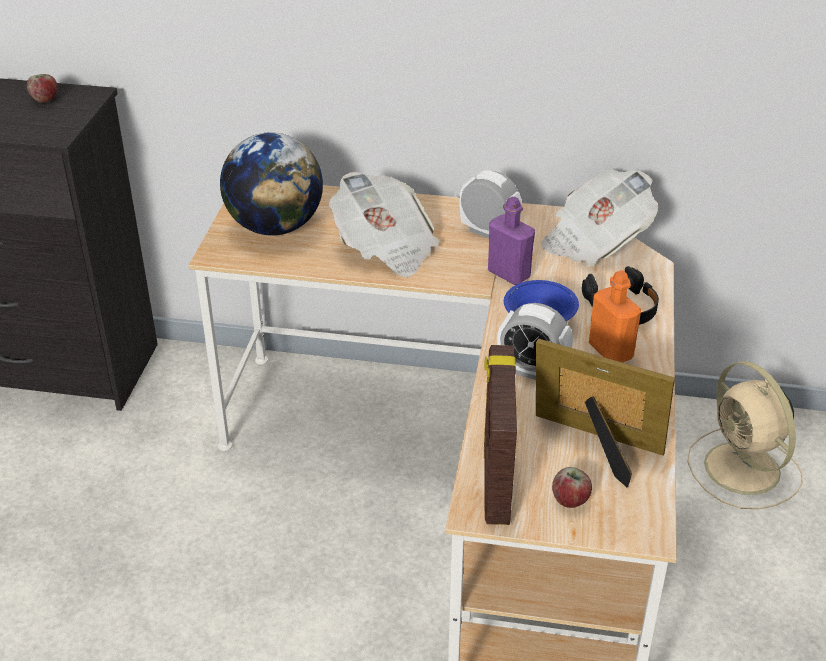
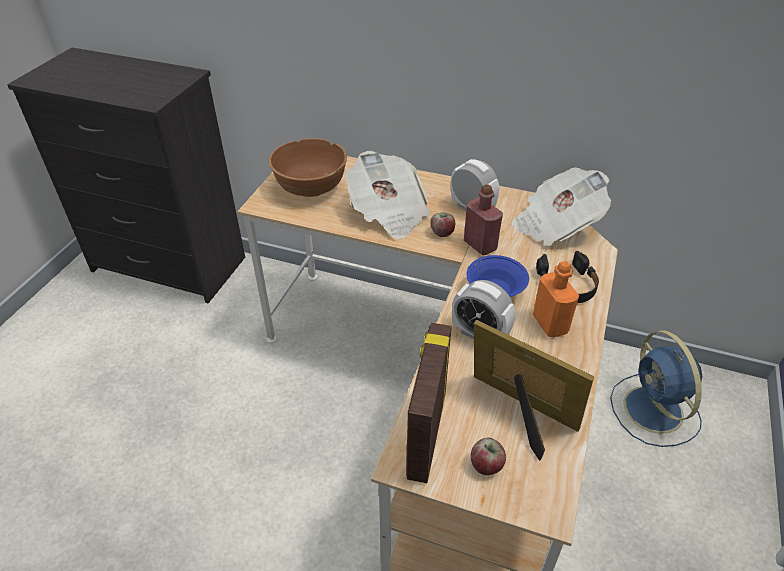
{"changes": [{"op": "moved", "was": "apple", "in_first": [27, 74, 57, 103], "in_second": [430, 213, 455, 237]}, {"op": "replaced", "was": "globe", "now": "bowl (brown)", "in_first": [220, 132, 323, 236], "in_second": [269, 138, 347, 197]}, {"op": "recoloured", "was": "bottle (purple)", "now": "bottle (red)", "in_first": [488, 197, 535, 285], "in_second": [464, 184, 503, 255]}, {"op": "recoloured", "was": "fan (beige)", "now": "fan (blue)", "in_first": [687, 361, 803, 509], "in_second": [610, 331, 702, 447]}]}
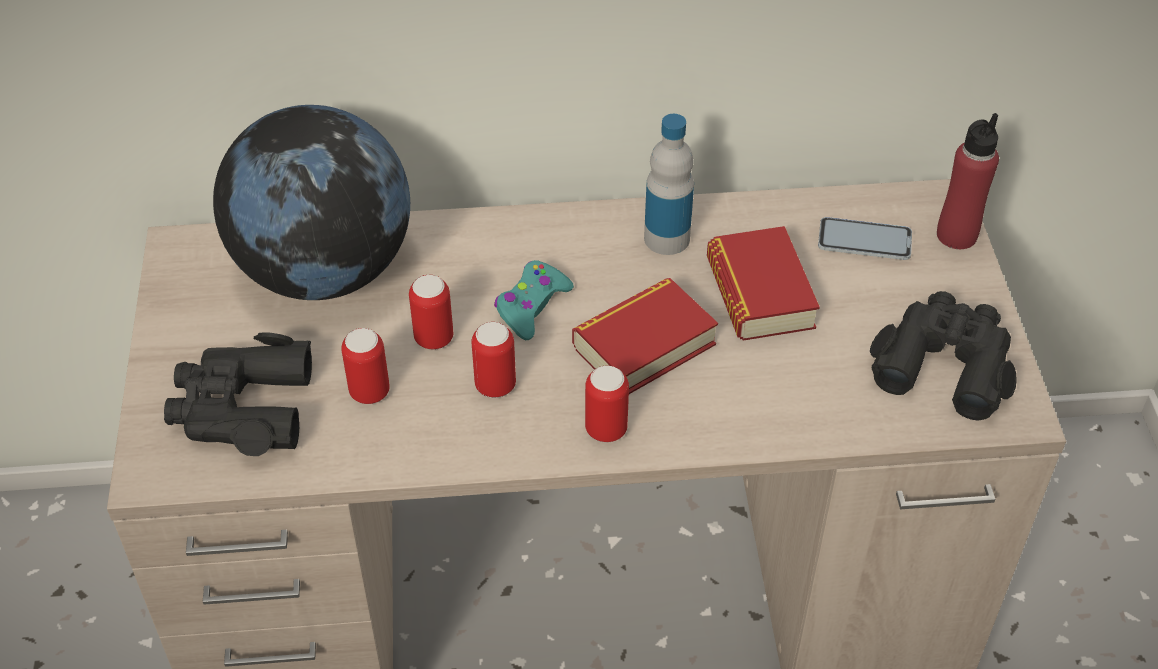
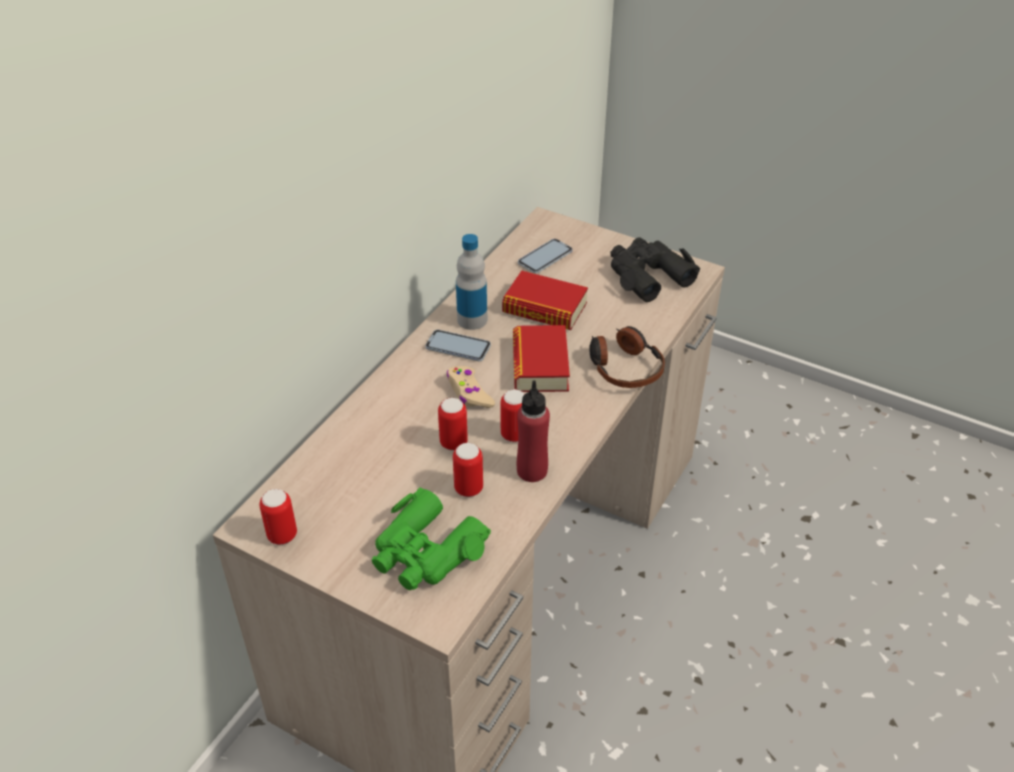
{"changes": [{"op": "removed", "was": "globe", "in_first": [213, 105, 410, 300]}, {"op": "added", "now": "phone", "in_second": [425, 330, 491, 361]}, {"op": "added", "now": "headphones", "in_second": [589, 326, 665, 388]}, {"op": "moved", "was": "can", "in_first": [585, 366, 629, 442], "in_second": [259, 489, 297, 545]}, {"op": "moved", "was": "bottle (red)", "in_first": [937, 113, 999, 249], "in_second": [517, 381, 550, 482]}, {"op": "recoloured", "was": "binoculars (black)", "now": "binoculars (green)", "in_first": [164, 332, 312, 456], "in_second": [372, 488, 491, 590]}, {"op": "recoloured", "was": "game controller (turquoise)", "now": "game controller (beige)", "in_first": [494, 260, 574, 340], "in_second": [447, 366, 495, 408]}]}
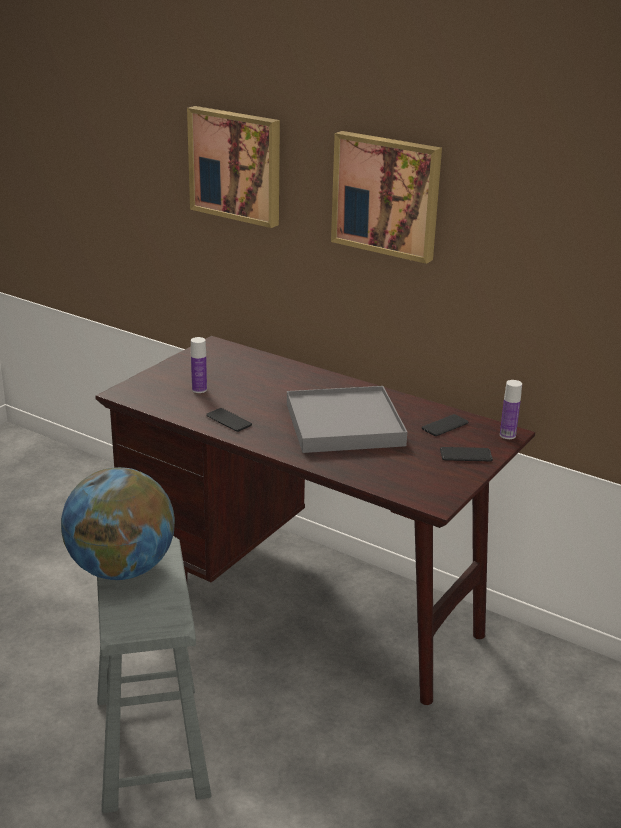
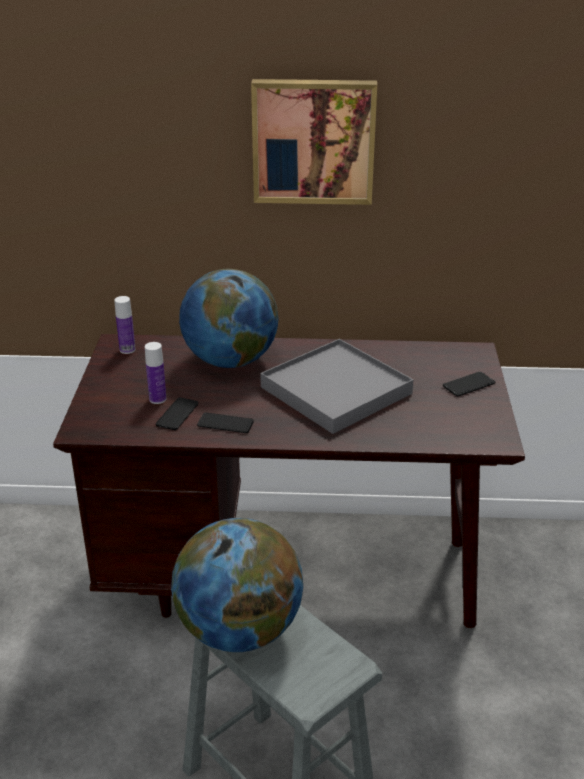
{"changes": [{"op": "removed", "was": "picture", "in_first": [187, 106, 280, 228]}, {"op": "added", "now": "globe", "in_second": [179, 269, 279, 368]}, {"op": "moved", "was": "phone", "in_first": [422, 414, 468, 436], "in_second": [156, 397, 198, 430]}, {"op": "moved", "was": "bottle", "in_first": [500, 380, 522, 439], "in_second": [114, 296, 136, 354]}]}
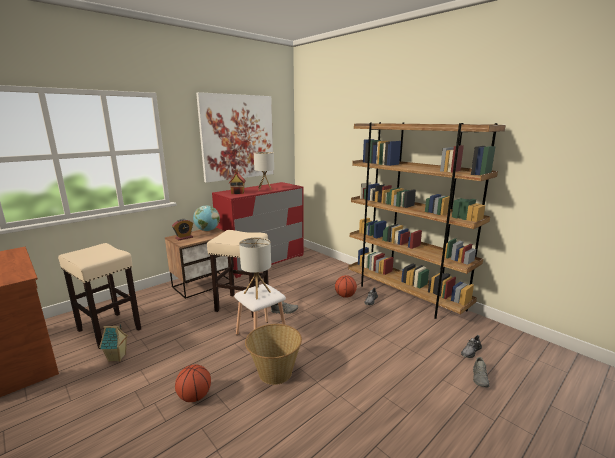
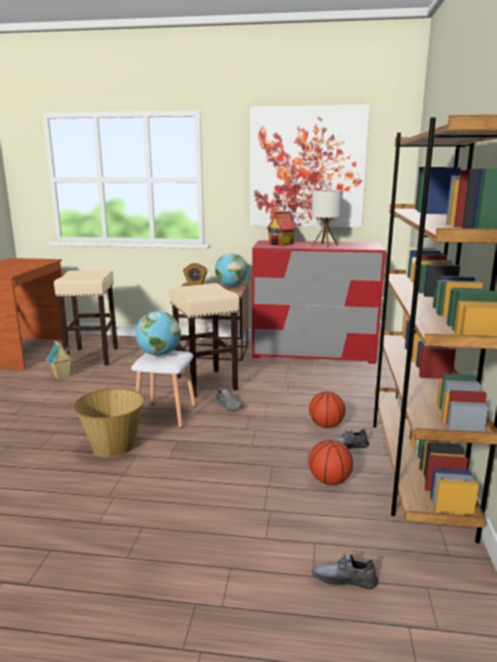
{"changes": [{"op": "removed", "was": "shoe (grey)", "in_first": [473, 357, 490, 387]}, {"op": "moved", "was": "basketball", "in_first": [175, 364, 211, 402], "in_second": [309, 439, 353, 485]}, {"op": "replaced", "was": "table lamp", "now": "globe", "in_first": [239, 237, 271, 299], "in_second": [135, 311, 181, 356]}]}
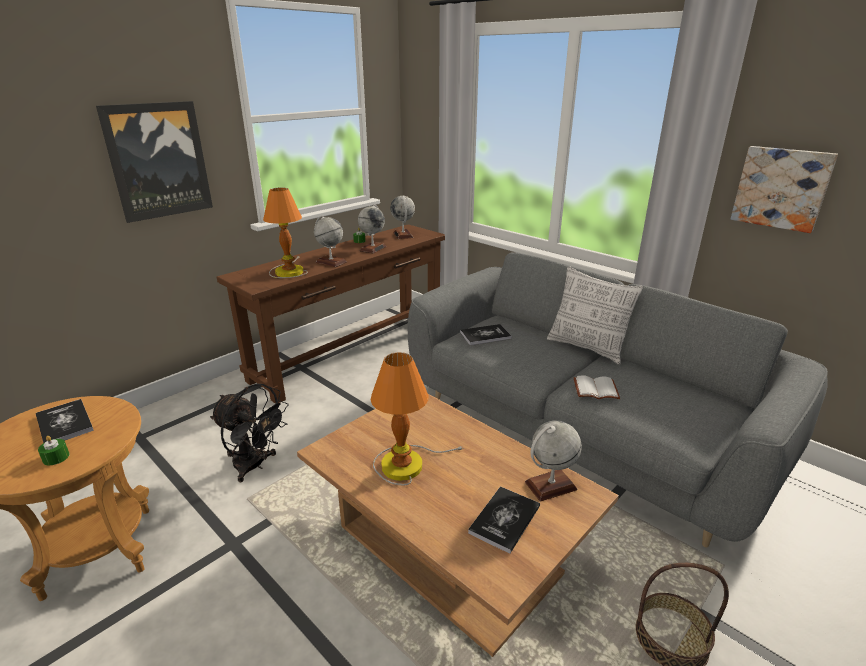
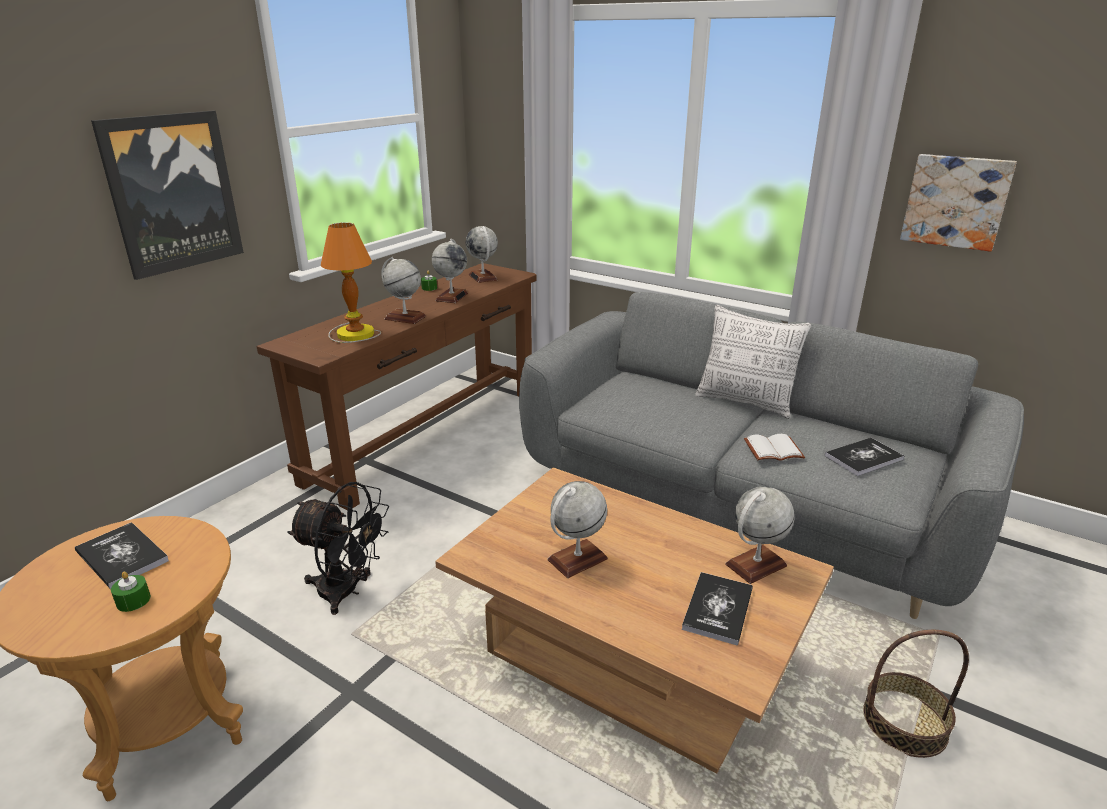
{"changes": [{"op": "moved", "was": "book", "in_first": [460, 324, 512, 345], "in_second": [825, 438, 904, 476]}, {"op": "replaced", "was": "table lamp", "now": "globe", "in_first": [370, 352, 464, 486], "in_second": [547, 481, 608, 578]}]}
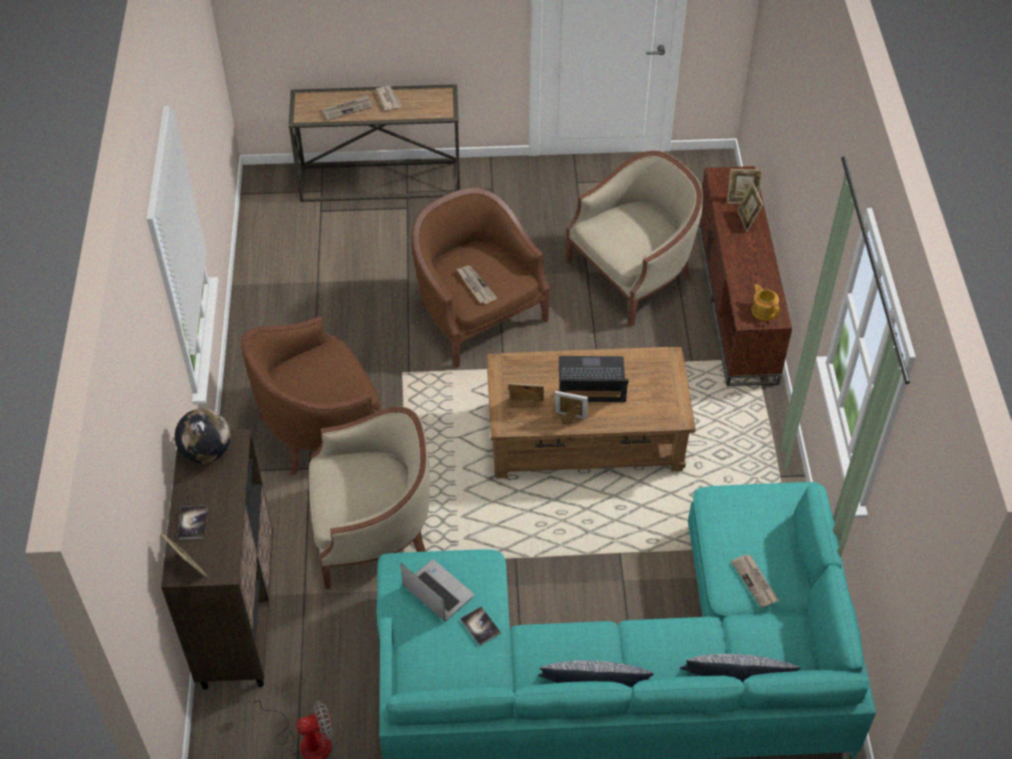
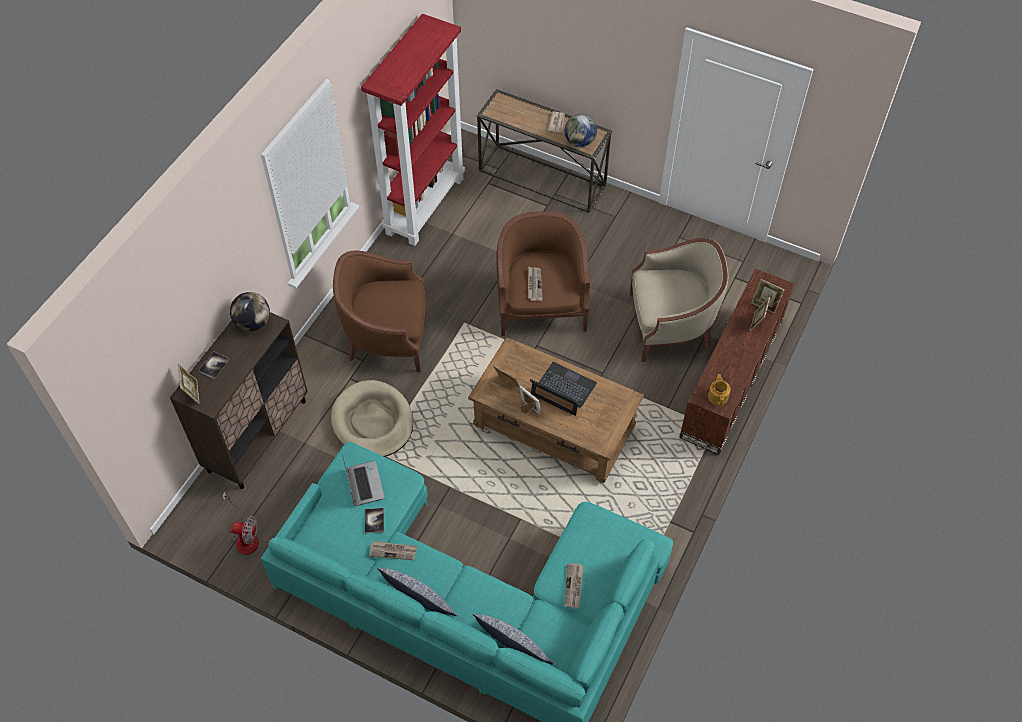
{"changes": [{"op": "added", "now": "bookcase (red)", "in_second": [361, 14, 465, 246]}, {"op": "added", "now": "globe", "in_second": [564, 114, 597, 147]}, {"op": "moved", "was": "newspaper", "in_first": [323, 95, 372, 120], "in_second": [369, 541, 417, 560]}, {"op": "replaced", "was": "armchair (beige)", "now": "dog bed (beige)", "in_first": [309, 407, 430, 589], "in_second": [331, 380, 413, 457]}]}
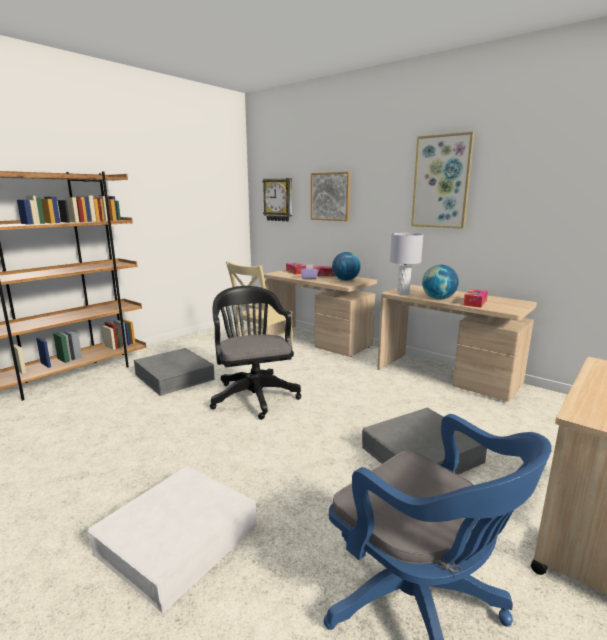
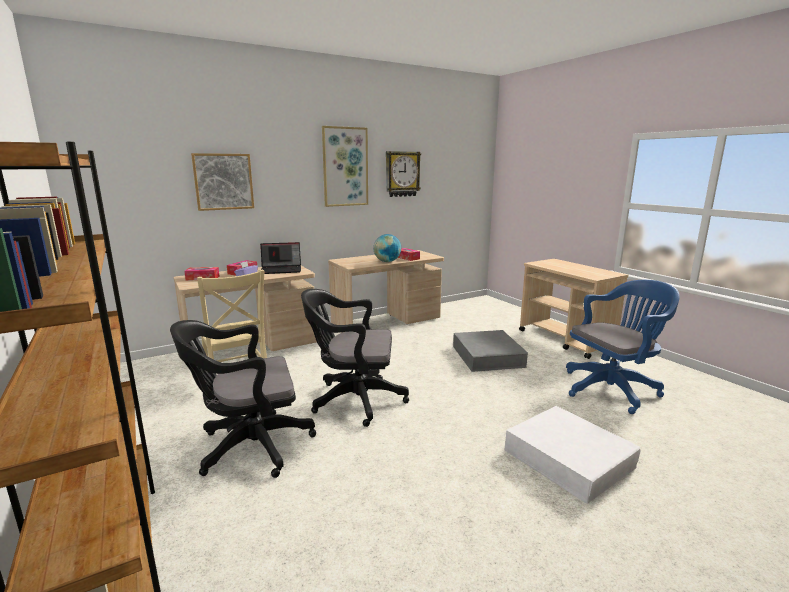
{"changes": [{"op": "removed", "was": "table lamp (grey)", "in_first": [390, 233, 423, 295]}, {"op": "moved", "was": "wall clock", "in_first": [262, 178, 292, 222], "in_second": [386, 151, 421, 197]}, {"op": "replaced", "was": "storage box (grey)", "now": "office chair (black)", "in_first": [134, 348, 215, 396], "in_second": [170, 320, 316, 478]}, {"op": "replaced", "was": "globe", "now": "laptop", "in_first": [332, 252, 361, 281], "in_second": [260, 242, 301, 274]}]}
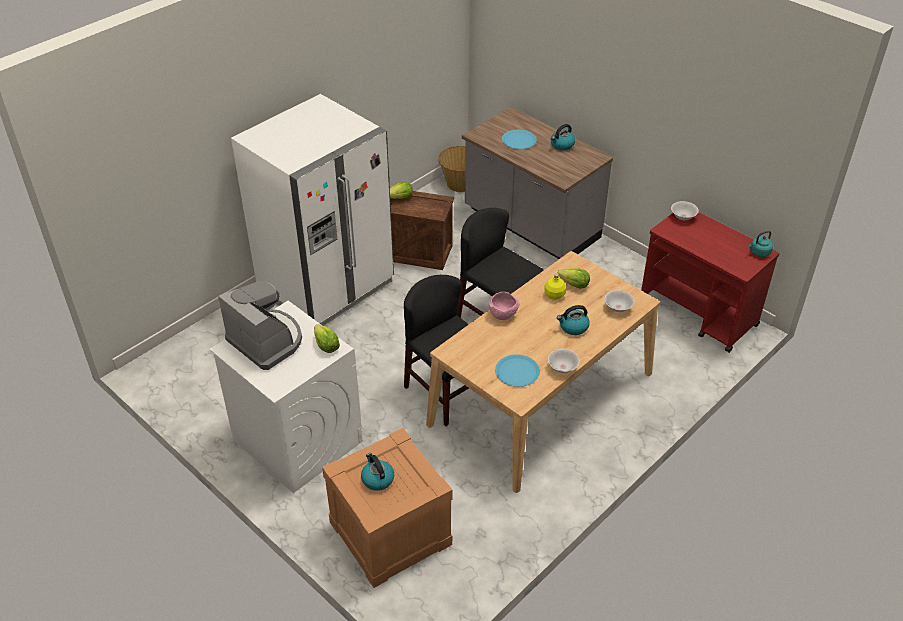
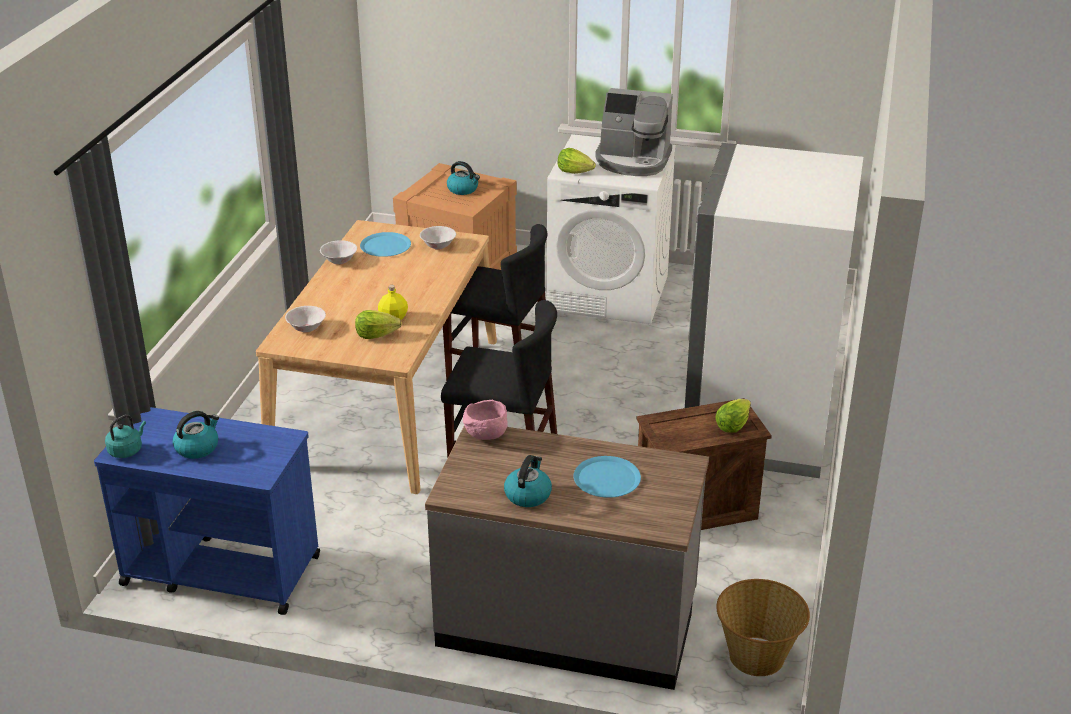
{"changes": [{"op": "moved", "was": "bowl (pink)", "in_first": [488, 292, 520, 320], "in_second": [463, 400, 508, 440]}, {"op": "moved", "was": "kettle", "in_first": [557, 305, 590, 335], "in_second": [173, 411, 219, 459]}, {"op": "moved", "was": "bowl (white)", "in_first": [671, 201, 699, 220], "in_second": [420, 226, 456, 250]}, {"op": "recoloured", "was": "cart (red)", "now": "cart (blue)", "in_first": [641, 212, 780, 353], "in_second": [94, 407, 320, 615]}]}
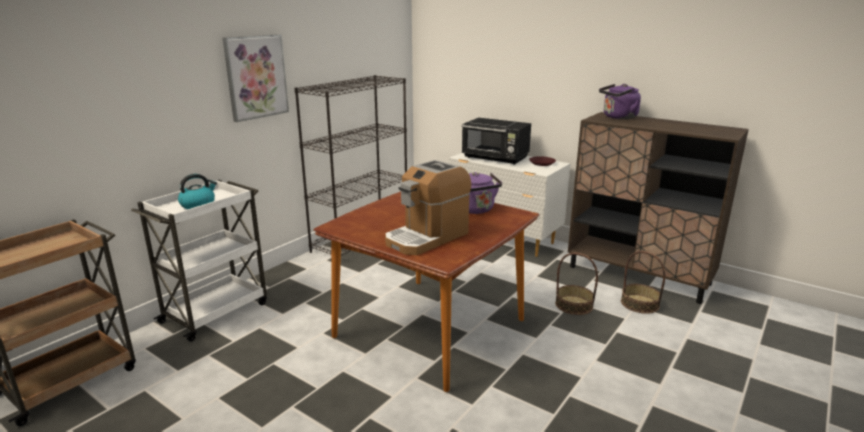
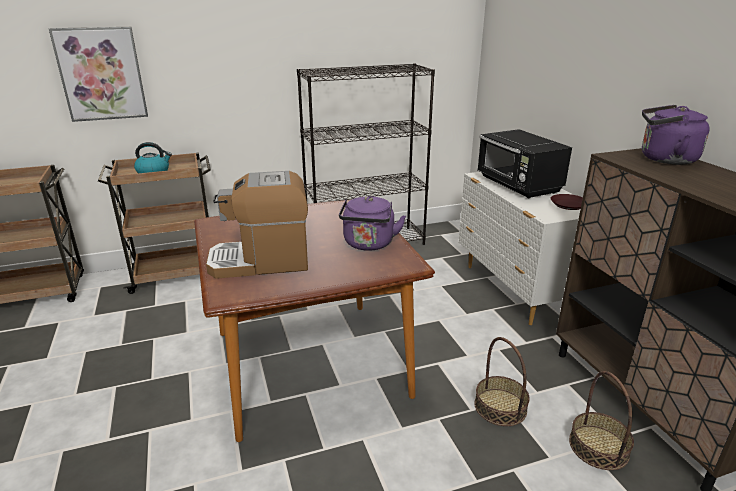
{"changes": [{"op": "moved", "was": "picture", "in_first": [223, 34, 289, 122], "in_second": [49, 27, 148, 122]}, {"op": "recoloured", "was": "cart (white)", "now": "cart (brown)", "in_first": [131, 180, 267, 342], "in_second": [98, 152, 211, 294]}]}
